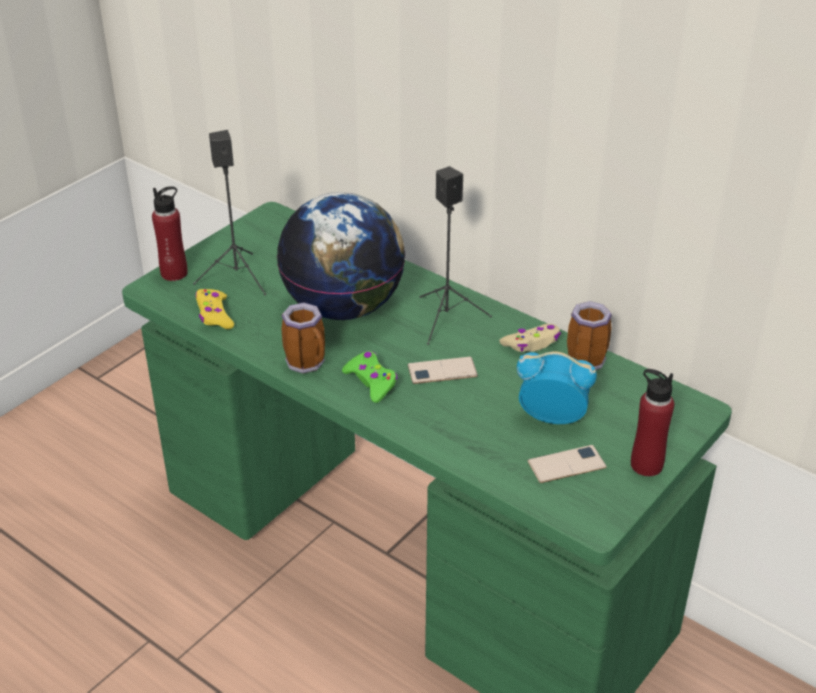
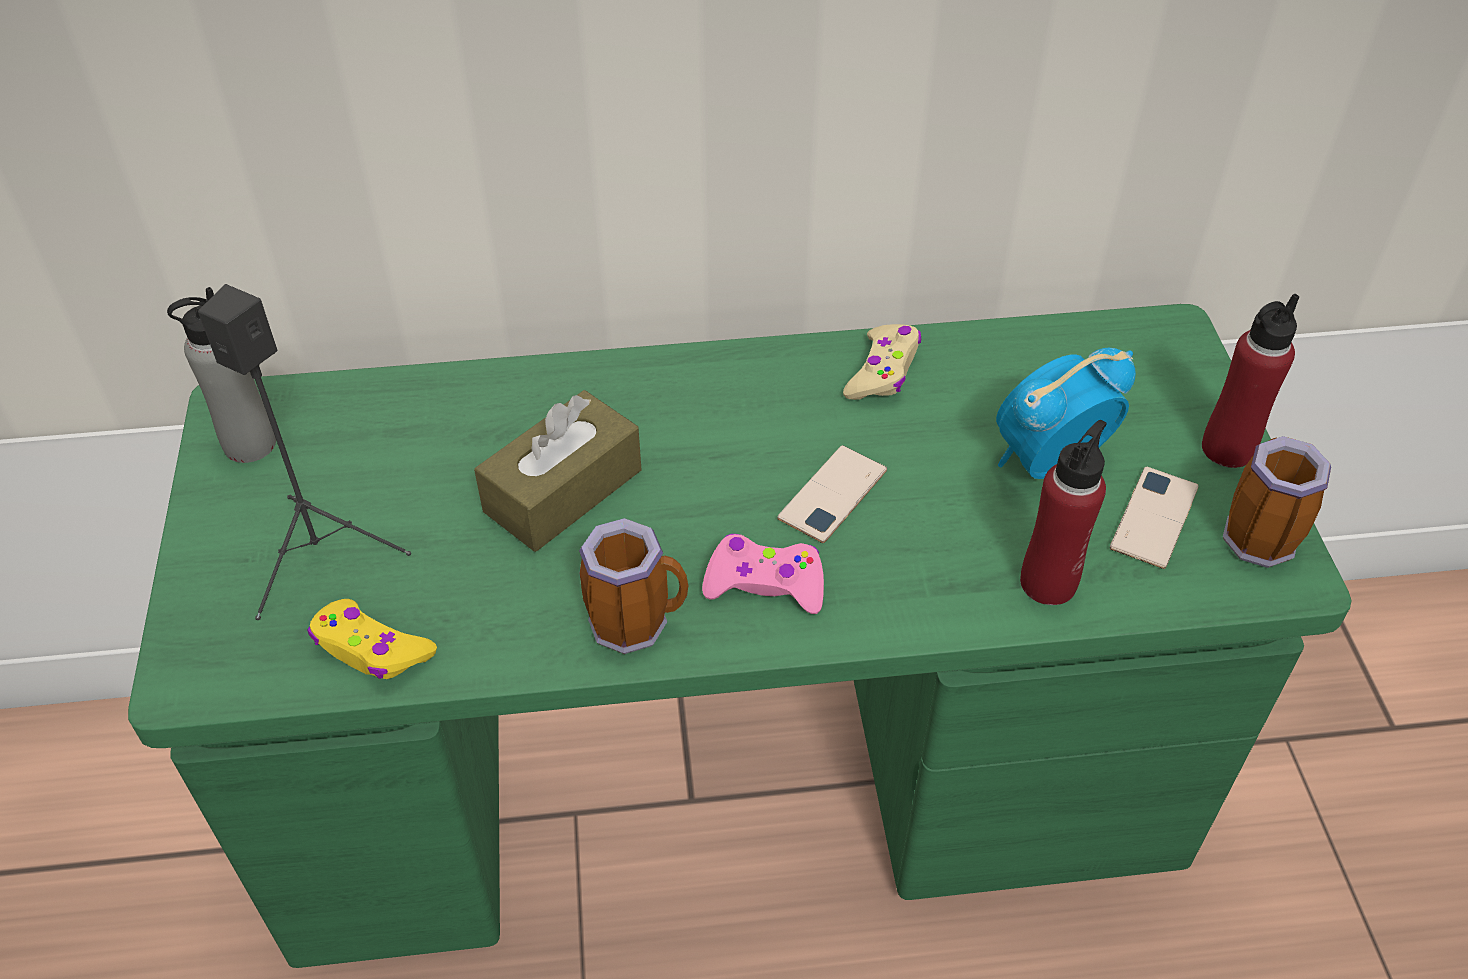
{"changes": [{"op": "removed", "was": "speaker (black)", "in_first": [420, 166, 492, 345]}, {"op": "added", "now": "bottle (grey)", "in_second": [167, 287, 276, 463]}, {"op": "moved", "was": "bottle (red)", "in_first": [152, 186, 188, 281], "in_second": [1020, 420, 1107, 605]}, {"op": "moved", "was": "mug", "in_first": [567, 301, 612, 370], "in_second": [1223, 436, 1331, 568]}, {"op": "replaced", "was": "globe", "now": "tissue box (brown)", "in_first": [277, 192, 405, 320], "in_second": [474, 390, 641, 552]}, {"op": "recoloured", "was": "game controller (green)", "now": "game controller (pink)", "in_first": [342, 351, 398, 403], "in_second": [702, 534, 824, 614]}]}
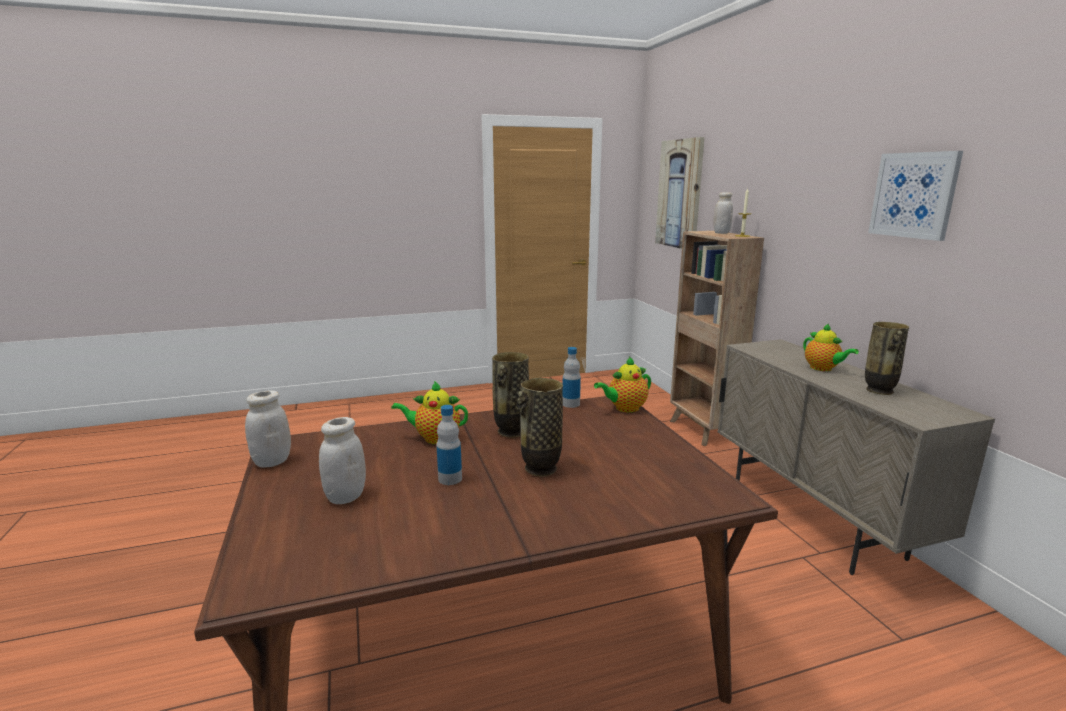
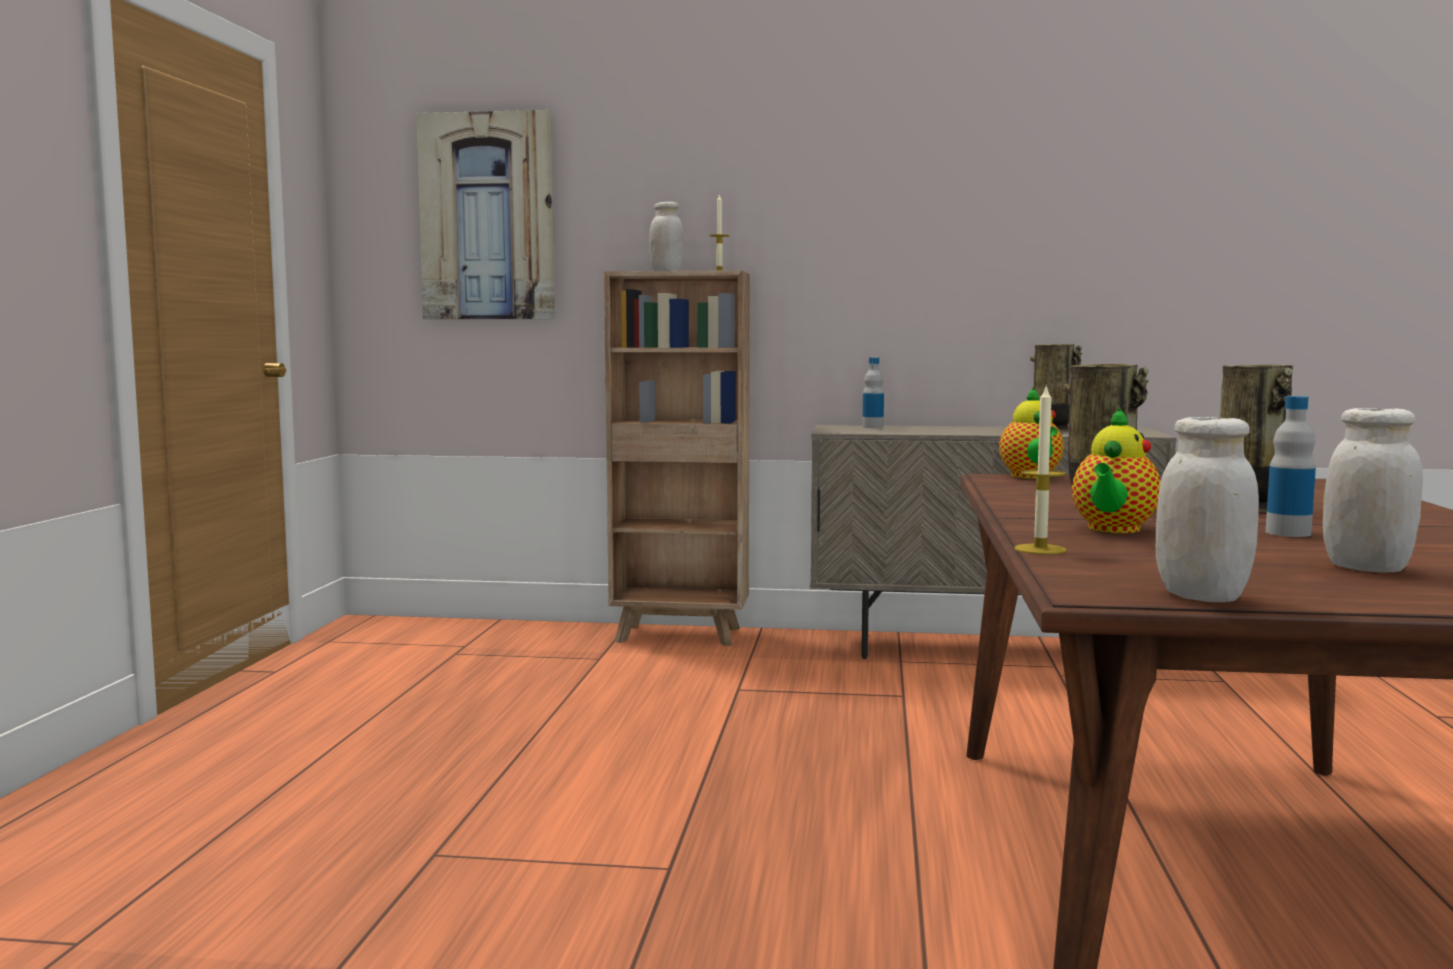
{"changes": [{"op": "removed", "was": "teapot", "in_first": [803, 324, 859, 371]}, {"op": "removed", "was": "picture", "in_first": [868, 151, 963, 241]}, {"op": "added", "now": "candle", "in_second": [1014, 384, 1067, 555]}, {"op": "moved", "was": "bottle", "in_first": [562, 347, 581, 408], "in_second": [862, 357, 884, 428]}]}
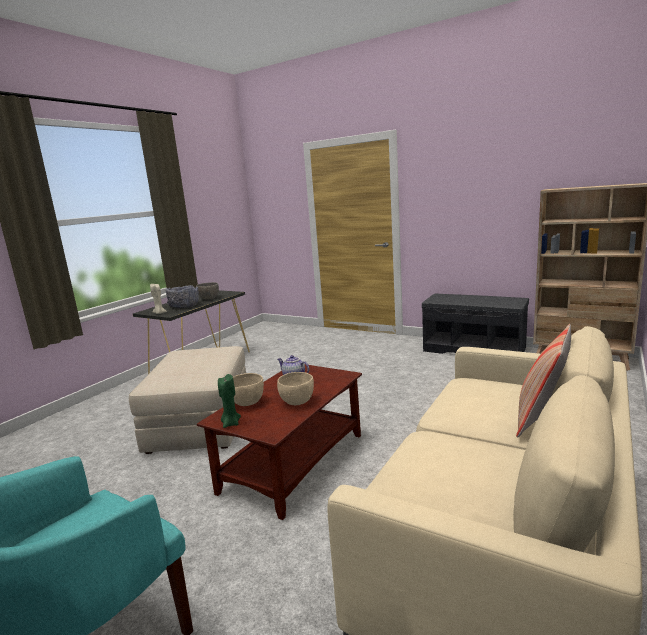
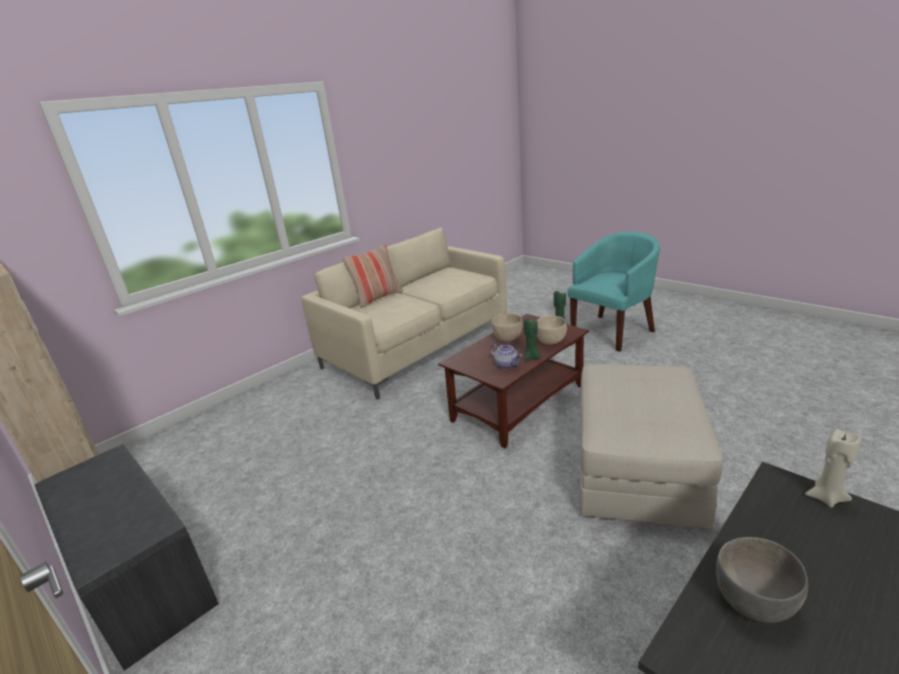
{"changes": [{"op": "removed", "was": "bowl (grey)", "in_first": [166, 285, 199, 308]}, {"op": "added", "now": "candle (green)", "in_second": [524, 318, 541, 360]}]}
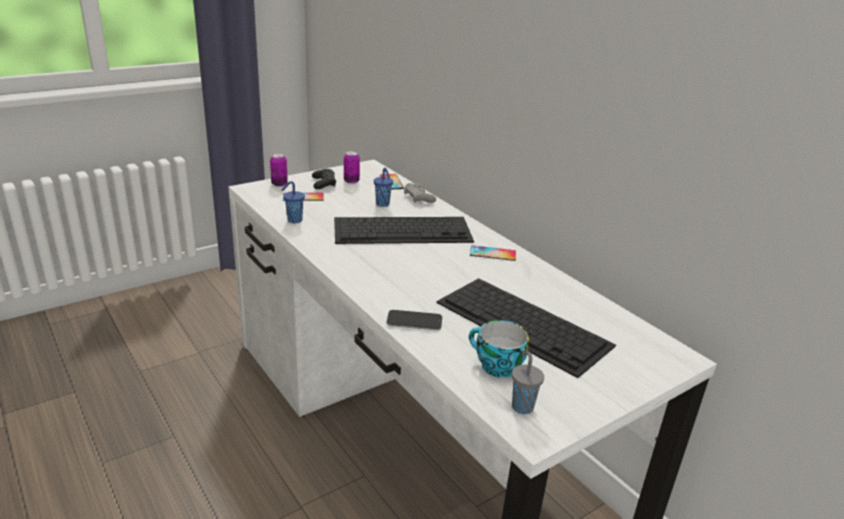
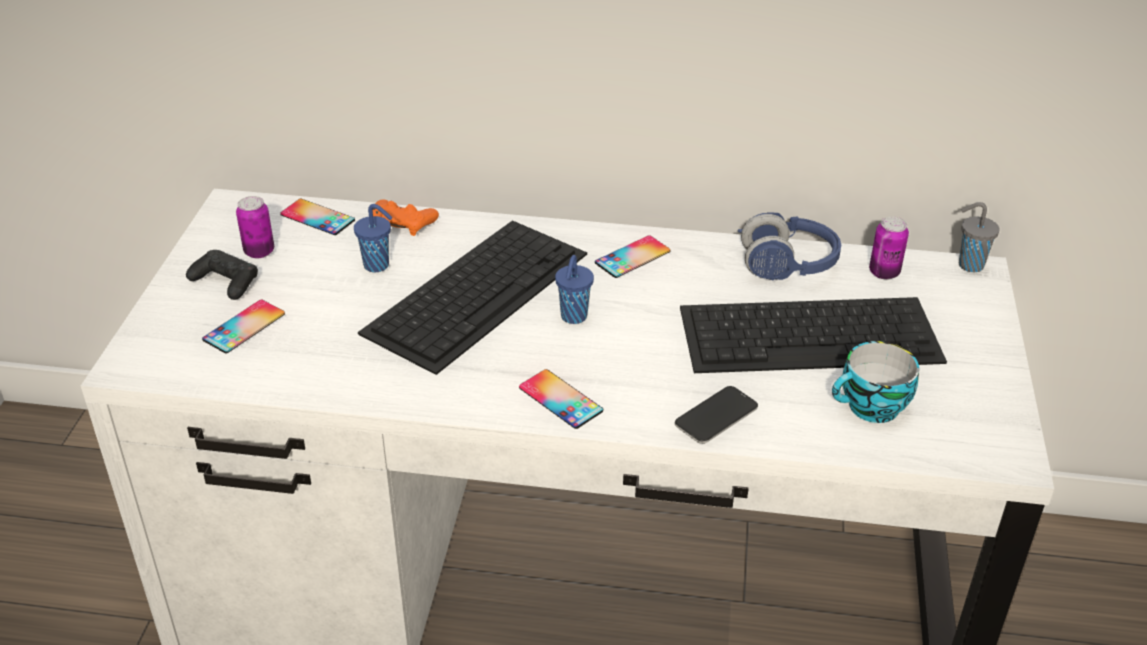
{"changes": [{"op": "added", "now": "phone", "in_second": [519, 369, 603, 429]}, {"op": "added", "now": "headphones (blue)", "in_second": [738, 212, 841, 281]}, {"op": "moved", "was": "can", "in_first": [270, 153, 288, 187], "in_second": [869, 216, 909, 280]}, {"op": "moved", "was": "cup (blue)", "in_first": [281, 181, 305, 223], "in_second": [555, 255, 594, 324]}, {"op": "moved", "was": "cup (grey)", "in_first": [512, 351, 544, 414], "in_second": [959, 202, 1000, 272]}, {"op": "recoloured", "was": "game controller (grey)", "now": "game controller (orange)", "in_first": [404, 183, 436, 203], "in_second": [372, 199, 439, 236]}]}
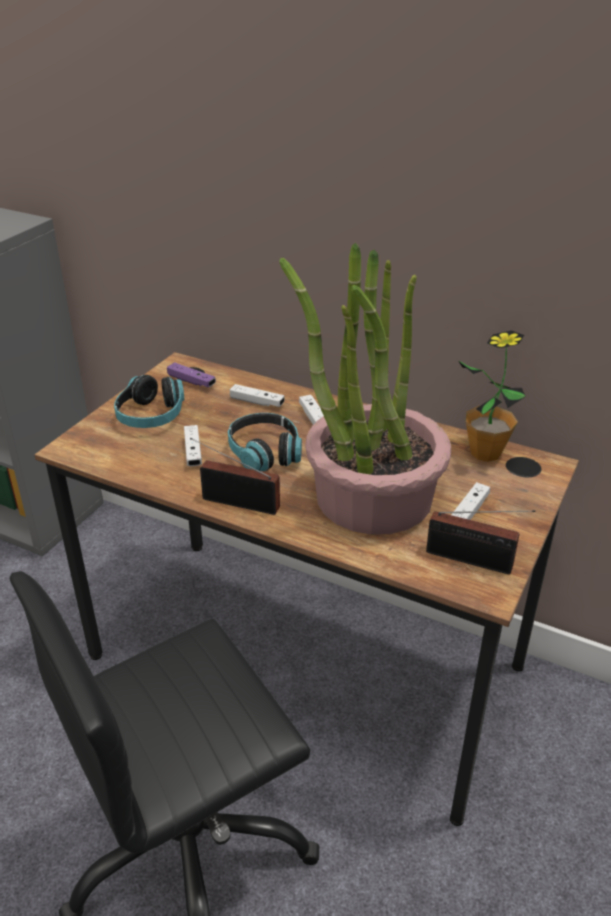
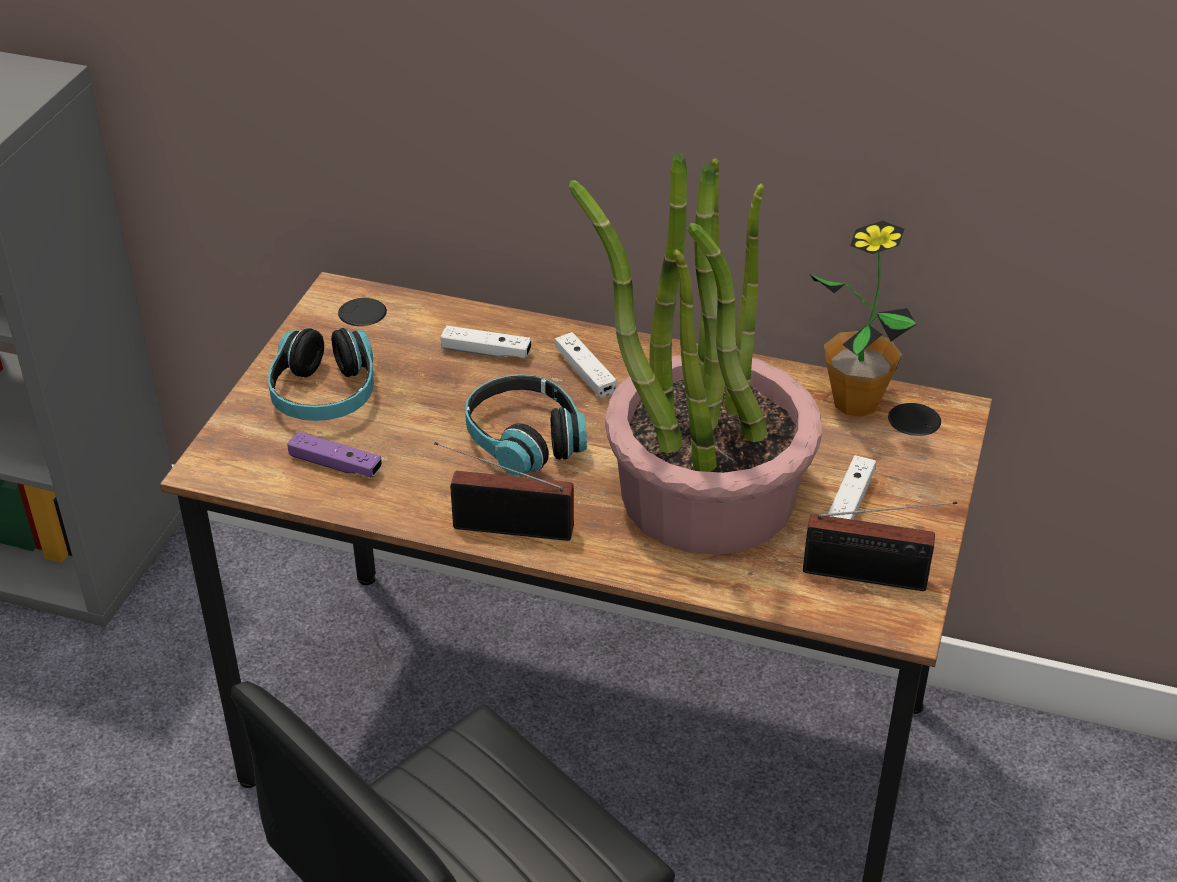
{"changes": [{"op": "removed", "was": "game controller (white)", "in_first": [184, 425, 202, 466]}, {"op": "moved", "was": "game controller (purple)", "in_first": [167, 362, 216, 387], "in_second": [287, 432, 382, 478]}]}
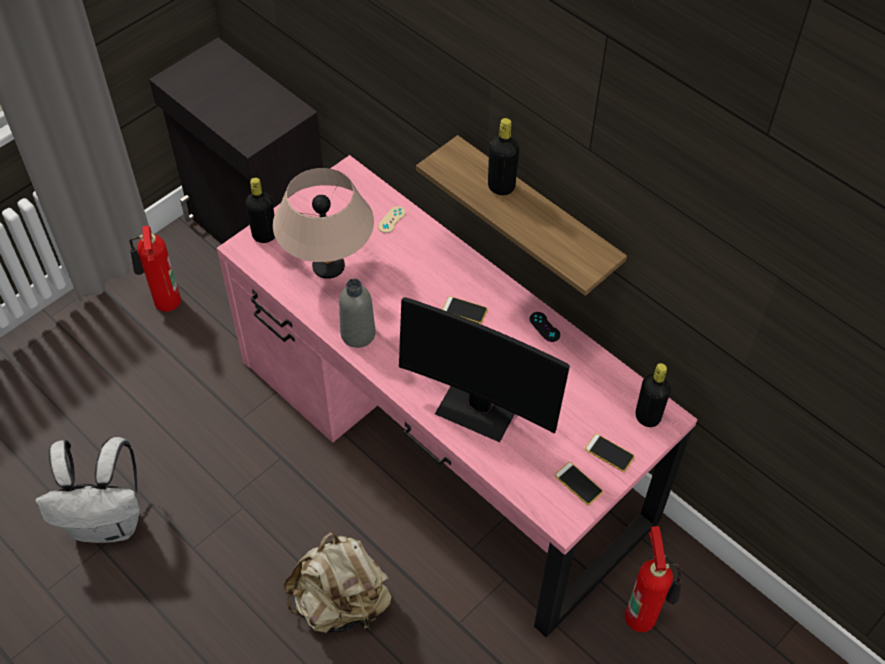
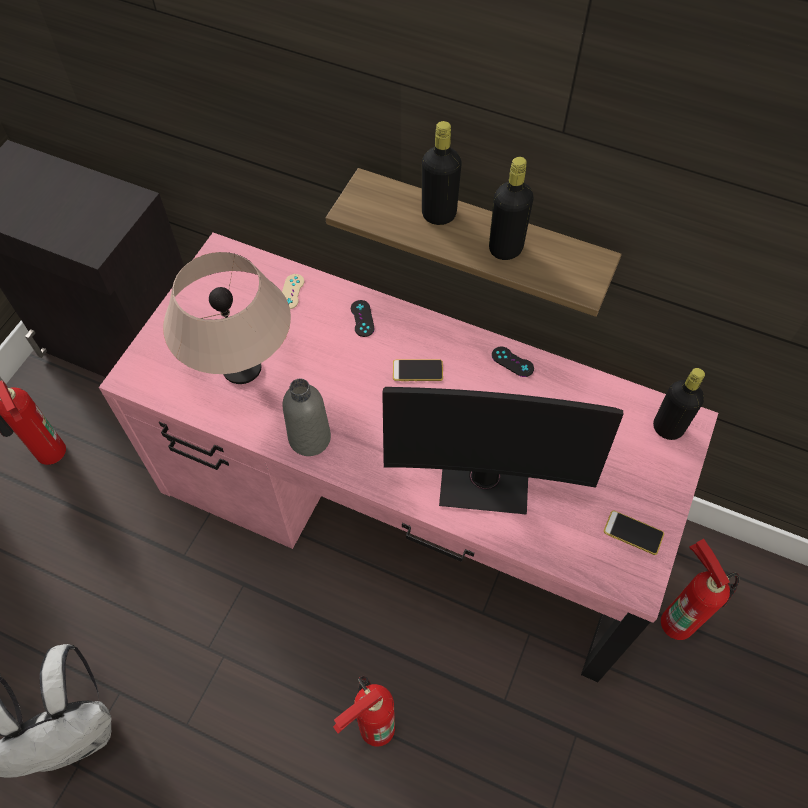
{"changes": [{"op": "removed", "was": "phone", "in_first": [585, 434, 634, 472]}, {"op": "added", "now": "game controller (black)", "in_second": [351, 300, 375, 337]}, {"op": "moved", "was": "bottle (black)", "in_first": [245, 177, 275, 243], "in_second": [489, 157, 534, 260]}, {"op": "replaced", "was": "backpack (beige)", "now": "fire extinguisher", "in_first": [283, 532, 392, 633], "in_second": [333, 676, 395, 747]}]}
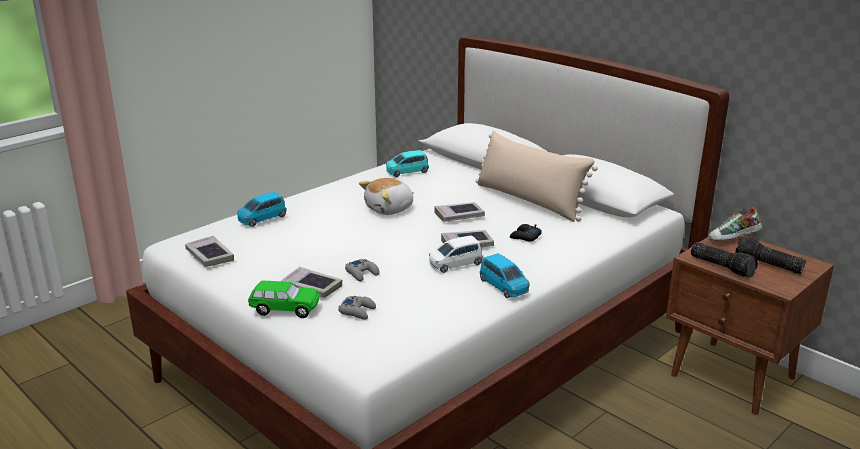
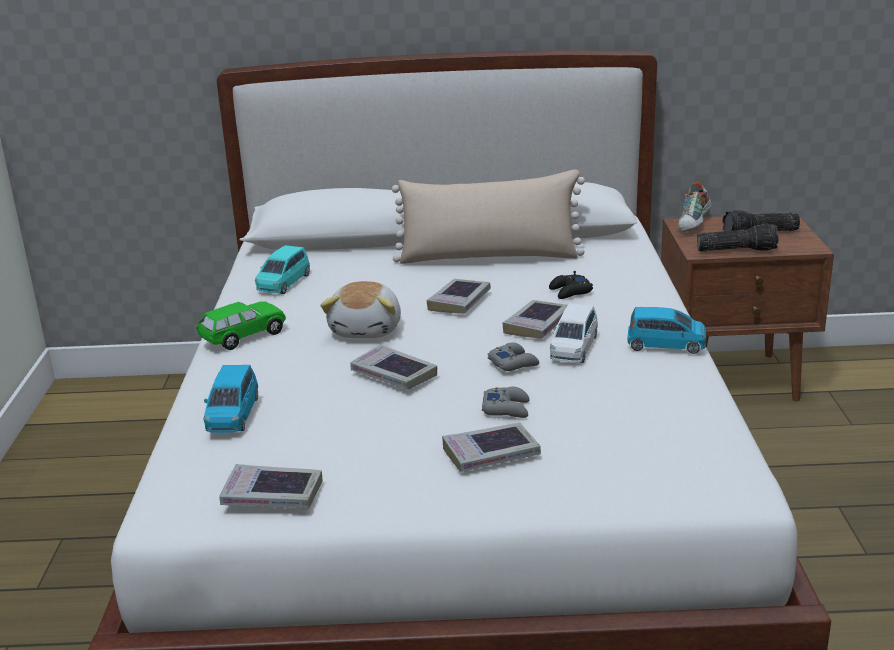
{"changes": [{"op": "added", "now": "book", "in_second": [350, 345, 437, 390]}, {"op": "moved", "was": "toy car (green)", "in_first": [248, 281, 320, 318], "in_second": [197, 301, 286, 350]}, {"op": "moved", "was": "game controller (grey)", "in_first": [338, 296, 376, 320], "in_second": [488, 342, 539, 371]}]}
